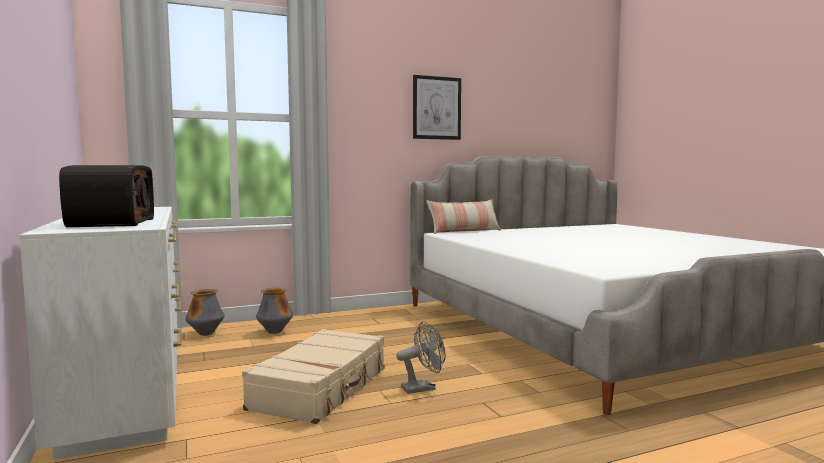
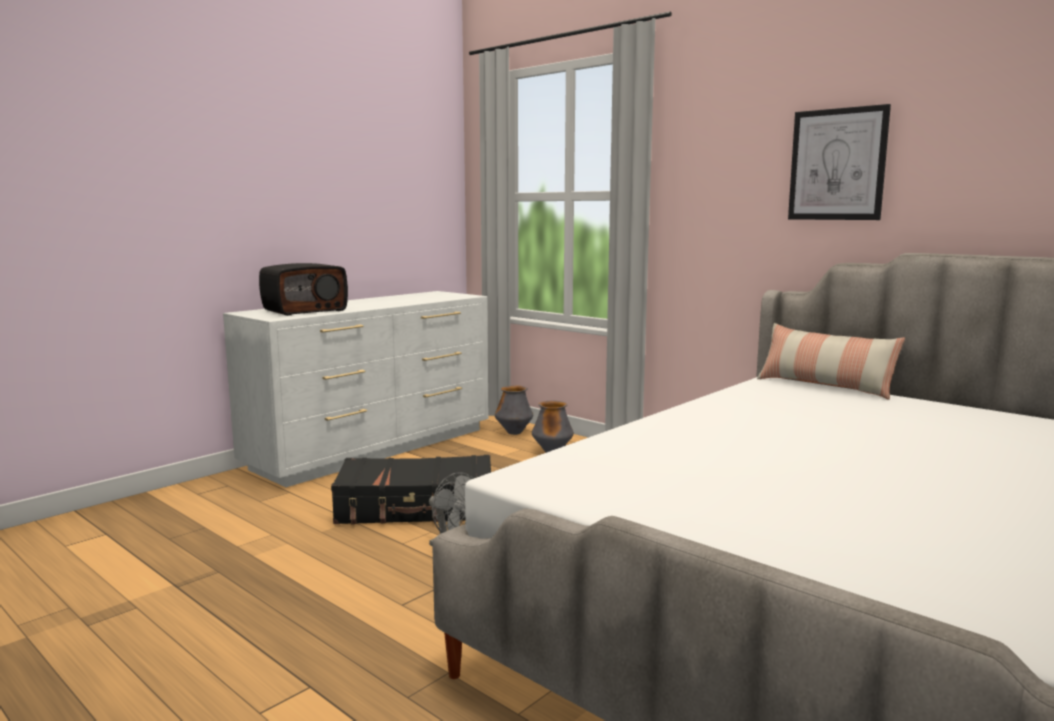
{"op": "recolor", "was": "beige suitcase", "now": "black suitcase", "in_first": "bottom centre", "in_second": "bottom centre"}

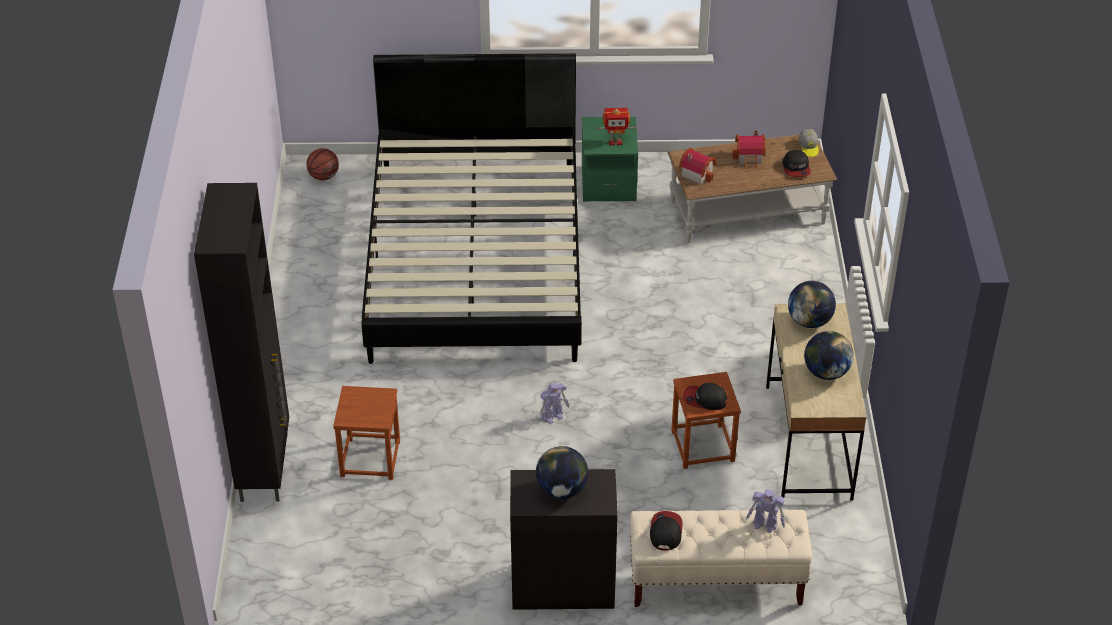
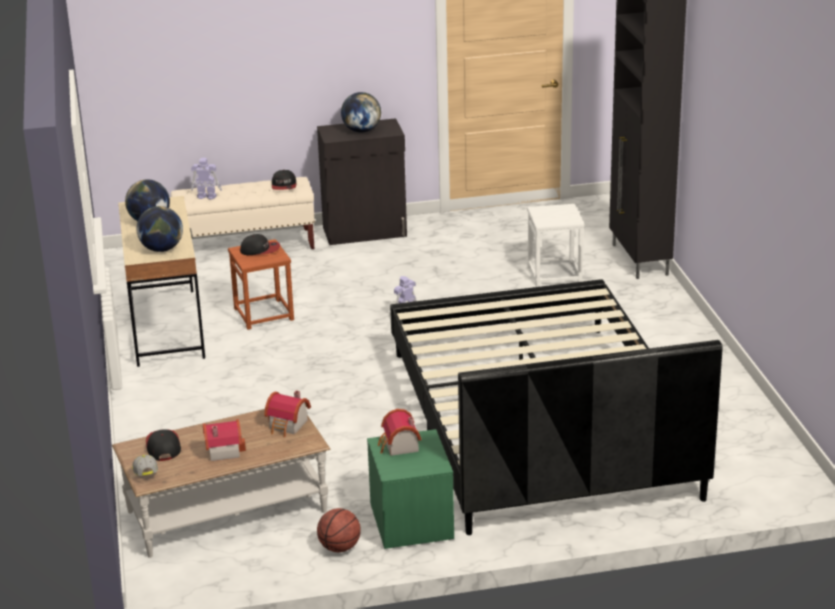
{"op": "replace", "was": "toy robot (2nd from left)", "now": "toy house (3rd from left)", "in_first": "top centre", "in_second": "bottom centre"}
{"op": "move", "was": "basketball", "in_first": "top left", "in_second": "bottom centre"}
{"op": "recolor", "was": "brown stool (1st from left)", "now": "white stool", "in_first": "bottom left", "in_second": "centre"}

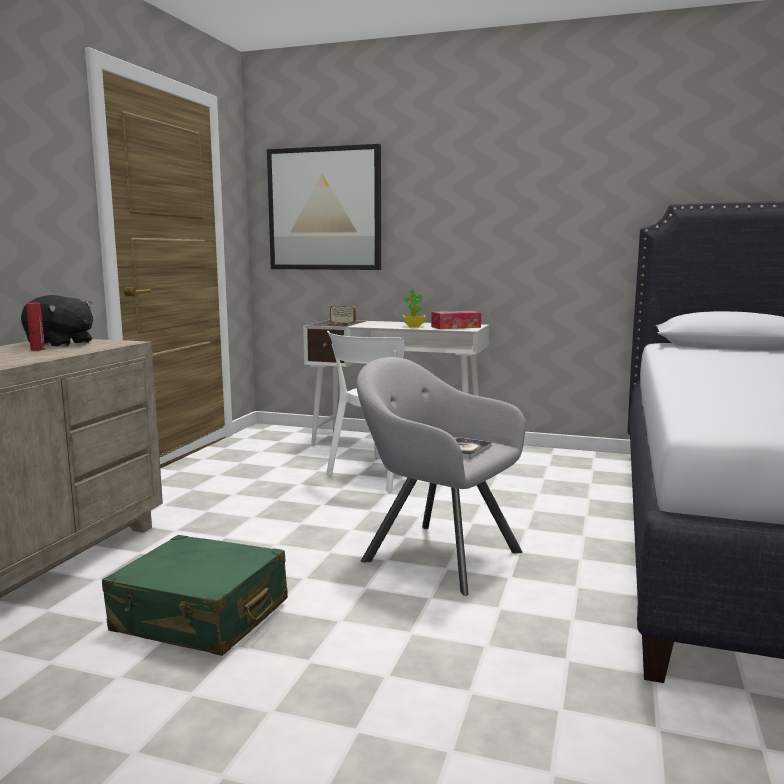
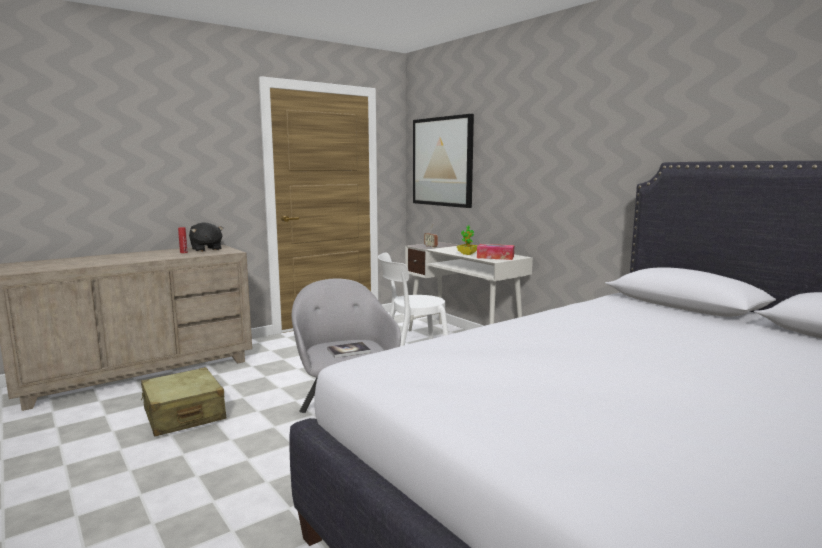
{"op": "recolor", "was": "green suitcase", "now": "beige suitcase", "in_first": "bottom left", "in_second": "bottom left"}

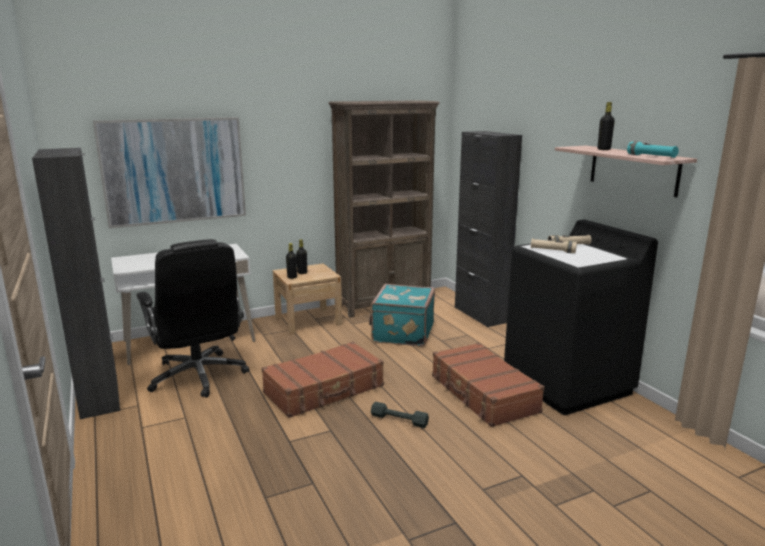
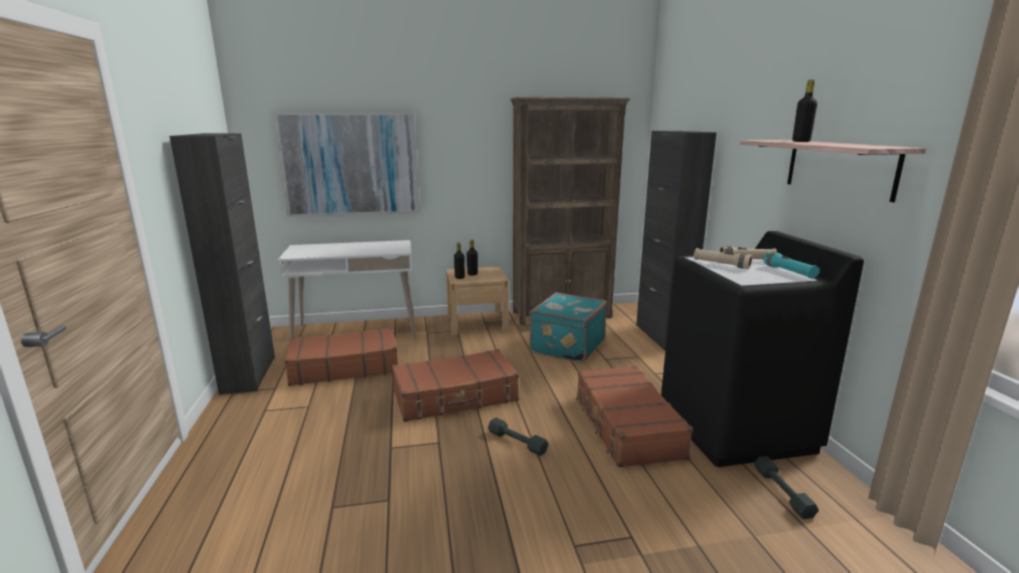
{"op": "move", "was": "turquoise flashlight", "in_first": "top right", "in_second": "middle right"}
{"op": "replace", "was": "black office chair", "now": "brown suitcase (1st from left)", "in_first": "middle left", "in_second": "centre"}
{"op": "insert", "now": "grey dumbbell (2nd from left)", "in_second": "bottom right"}

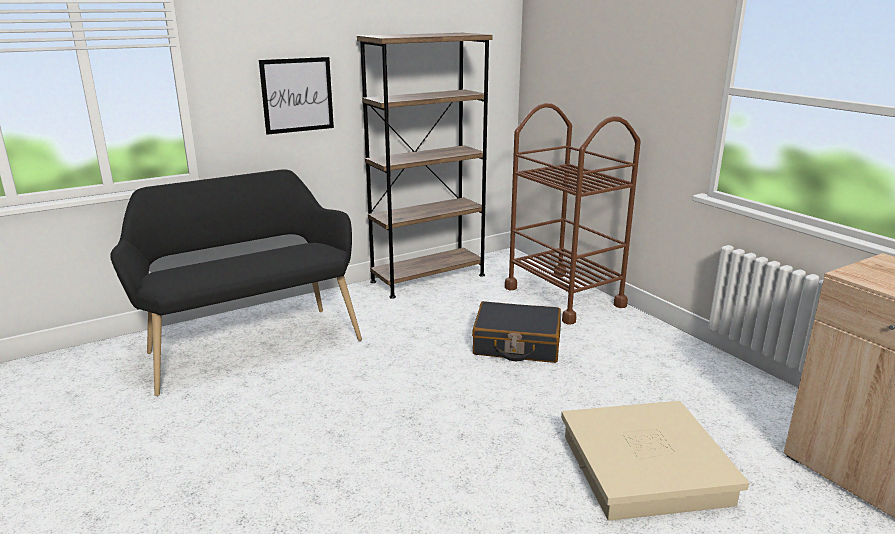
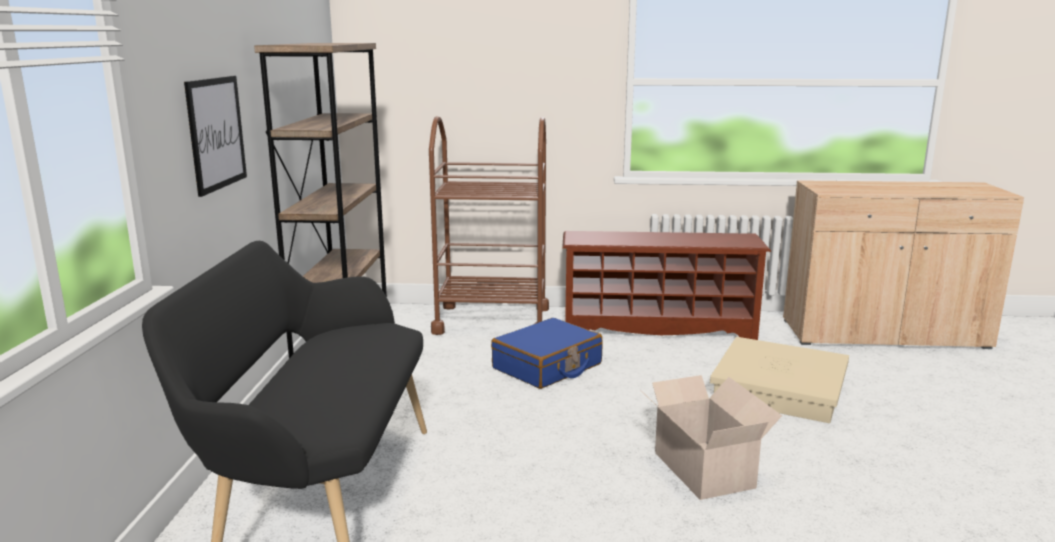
{"op": "recolor", "was": "black suitcase", "now": "blue suitcase", "in_first": "centre", "in_second": "centre"}
{"op": "insert", "now": "brown shoe rack", "in_second": "centre"}
{"op": "insert", "now": "cardboard box", "in_second": "bottom right"}

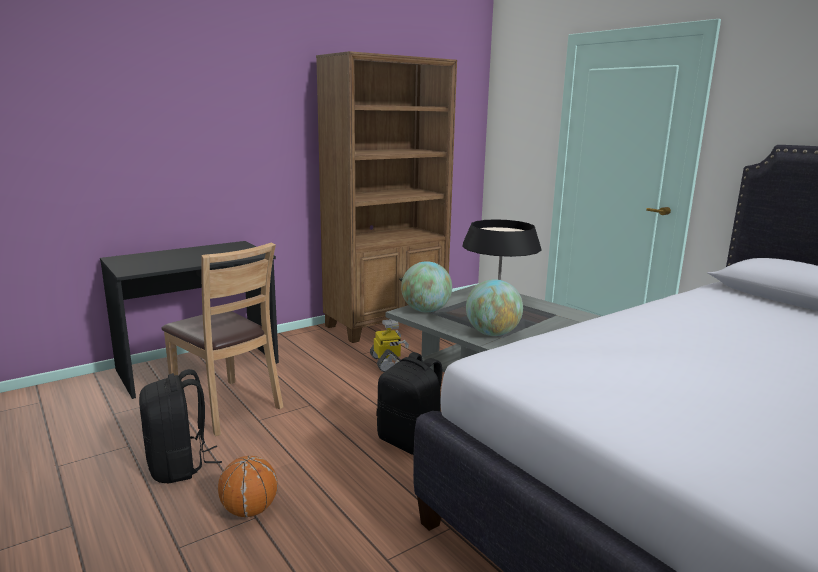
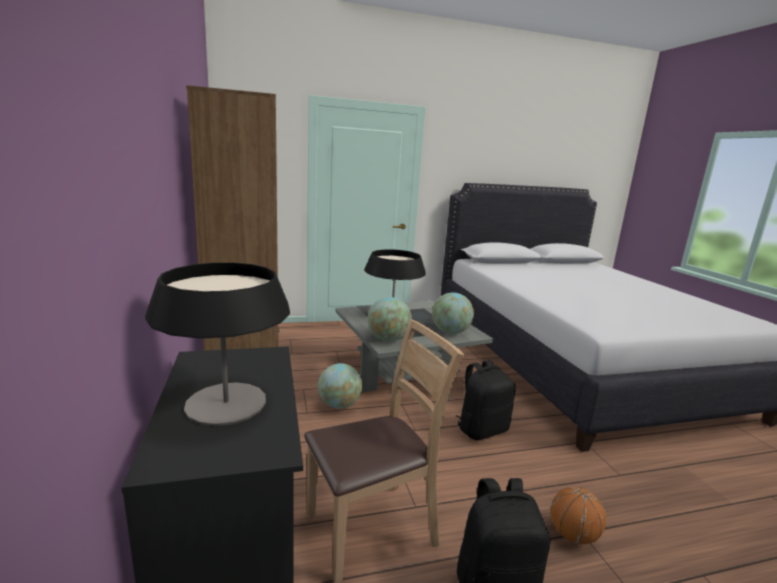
{"op": "replace", "was": "toy robot", "now": "globe (1st from left)", "in_first": "centre", "in_second": "centre"}
{"op": "insert", "now": "table lamp (1st from left)", "in_second": "middle left"}

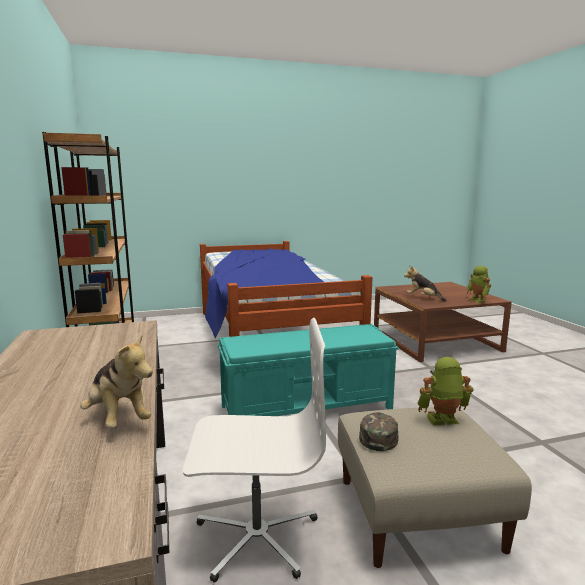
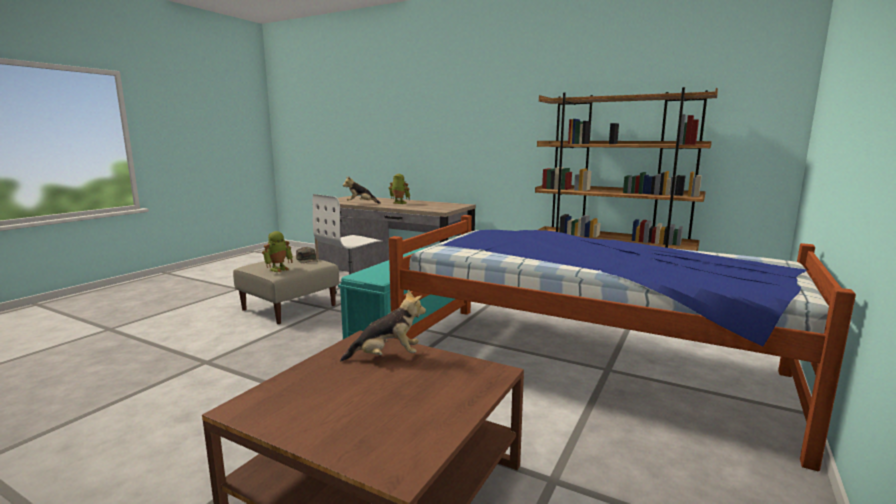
{"op": "move", "was": "toy robot (2nd from left)", "in_first": "middle right", "in_second": "centre"}

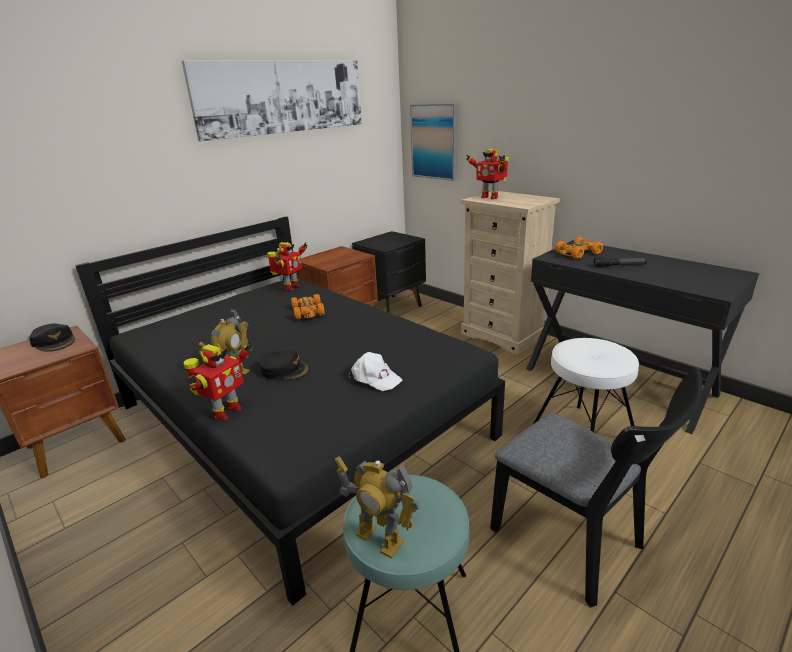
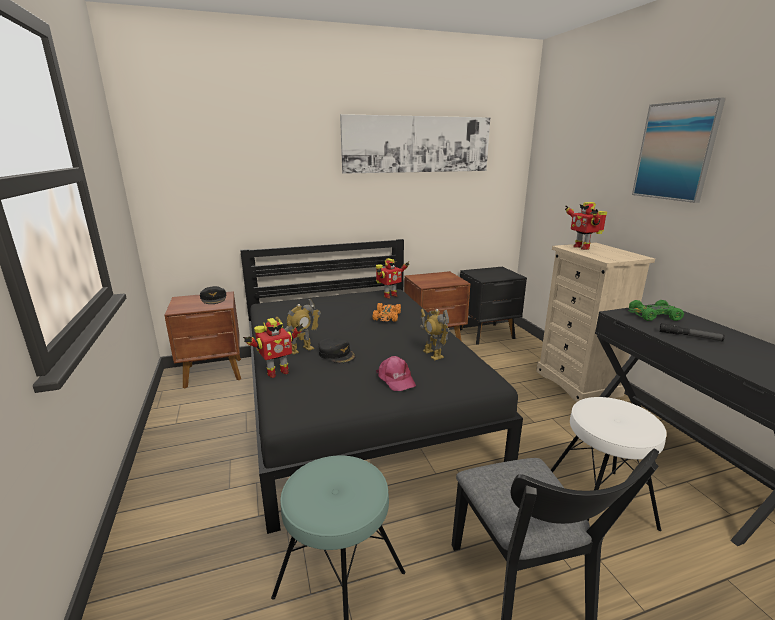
{"op": "move", "was": "picture (2nd from left)", "in_first": "top centre", "in_second": "top right"}
{"op": "recolor", "was": "orange toy car (2nd from left)", "now": "green toy car", "in_first": "middle right", "in_second": "middle right"}
{"op": "recolor", "was": "white cap", "now": "pink cap", "in_first": "centre", "in_second": "centre"}
{"op": "move", "was": "toy robot (4th from left)", "in_first": "bottom centre", "in_second": "centre"}

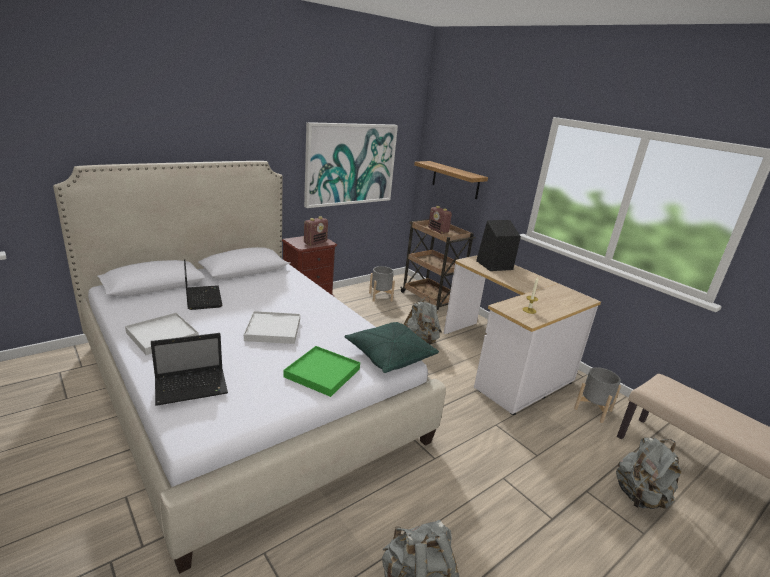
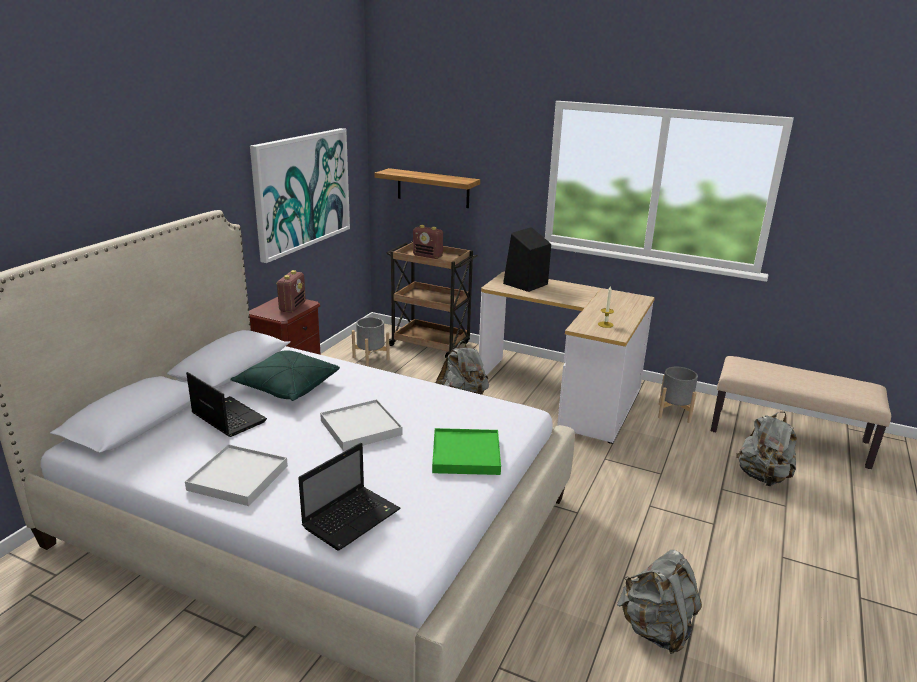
{"op": "move", "was": "green pillow", "in_first": "centre", "in_second": "middle left"}

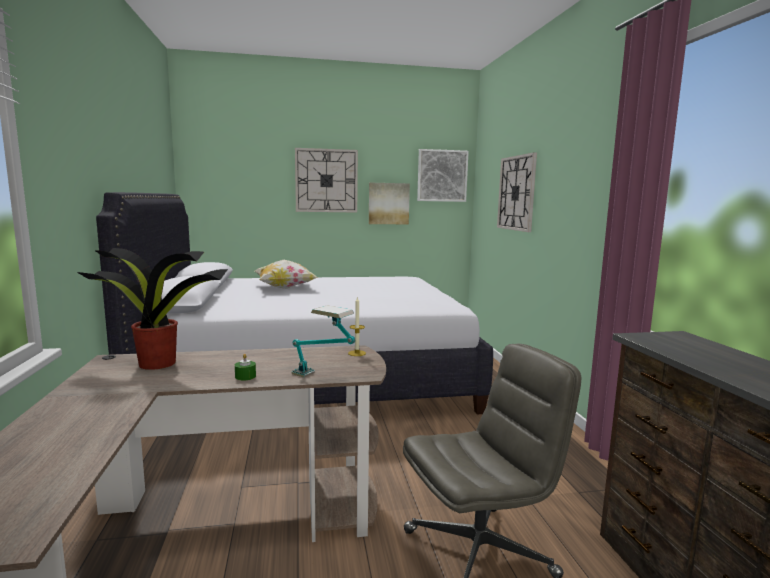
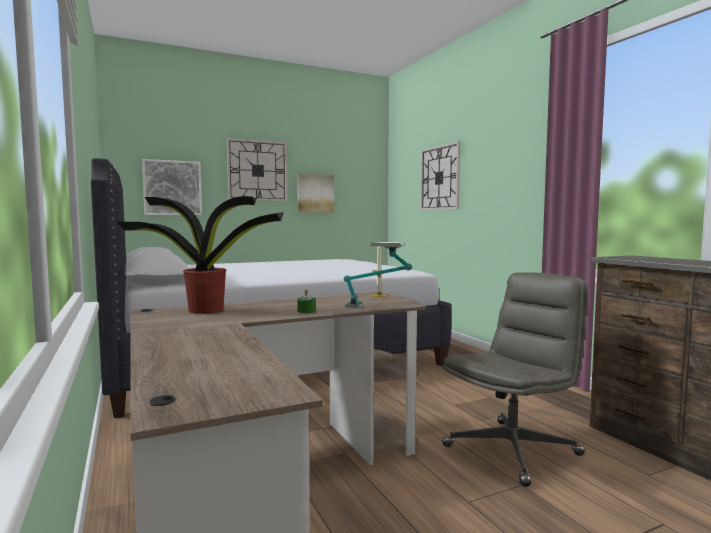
{"op": "move", "was": "picture (2nd from left in the first image)", "now": "picture (1st from left)", "in_first": "top centre", "in_second": "middle left"}
{"op": "delete", "was": "pillow", "in_first": "centre"}

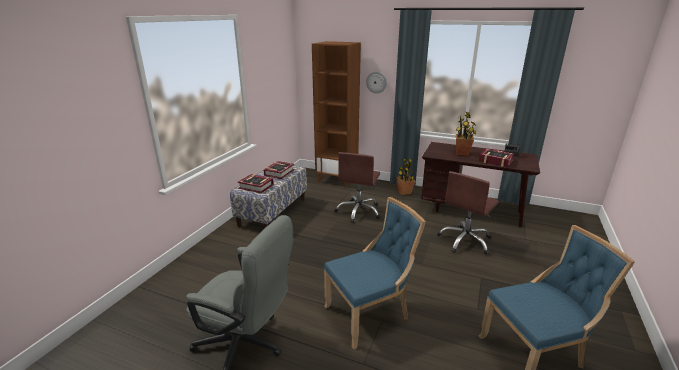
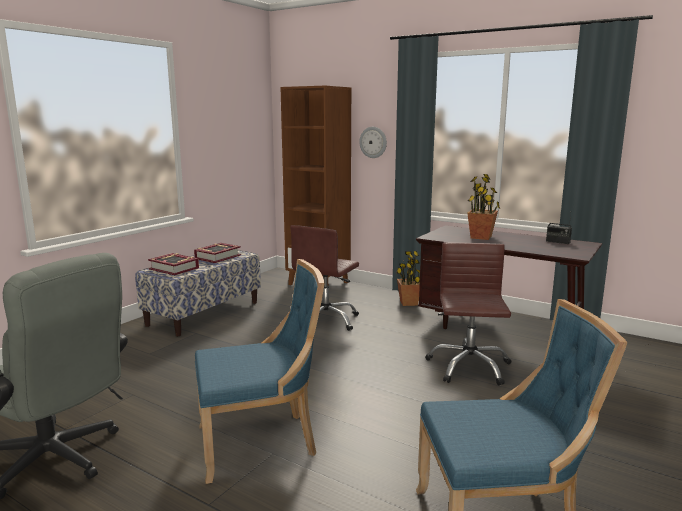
{"op": "delete", "was": "book (3rd from left)", "in_first": "middle right"}
{"op": "rotate", "was": "brown office chair (2nd from left)", "in_first": "middle right", "in_second": "middle right", "clockwise": 135}

